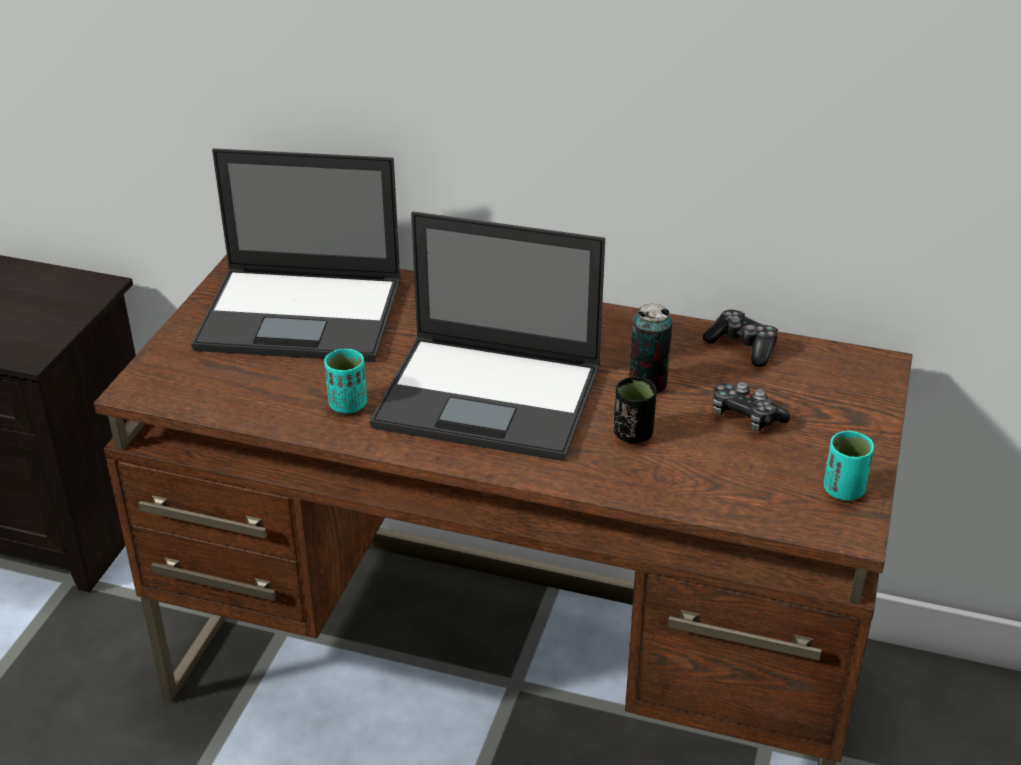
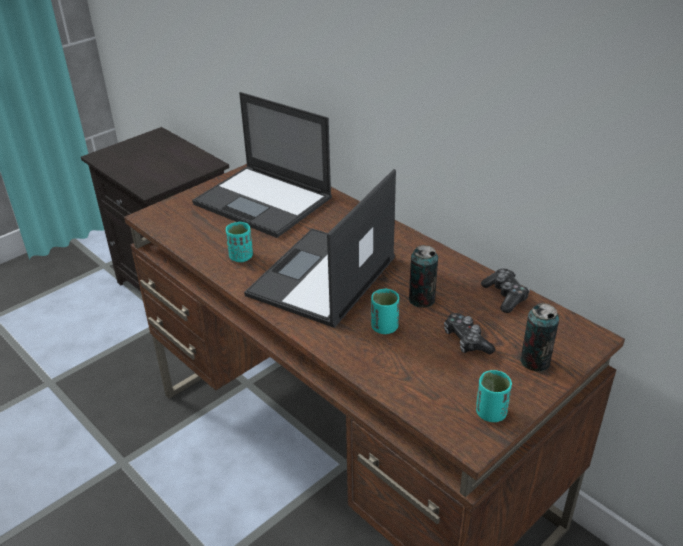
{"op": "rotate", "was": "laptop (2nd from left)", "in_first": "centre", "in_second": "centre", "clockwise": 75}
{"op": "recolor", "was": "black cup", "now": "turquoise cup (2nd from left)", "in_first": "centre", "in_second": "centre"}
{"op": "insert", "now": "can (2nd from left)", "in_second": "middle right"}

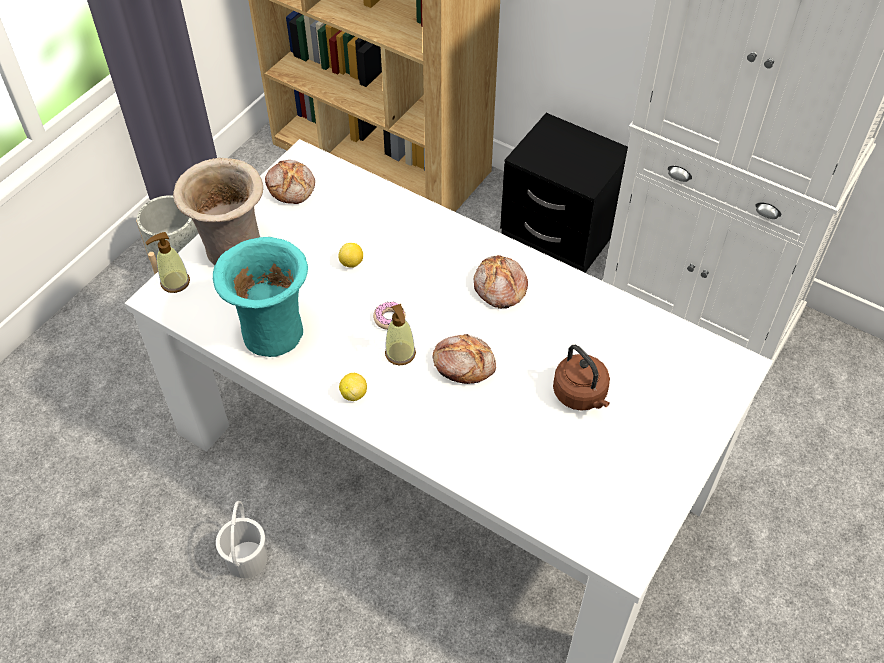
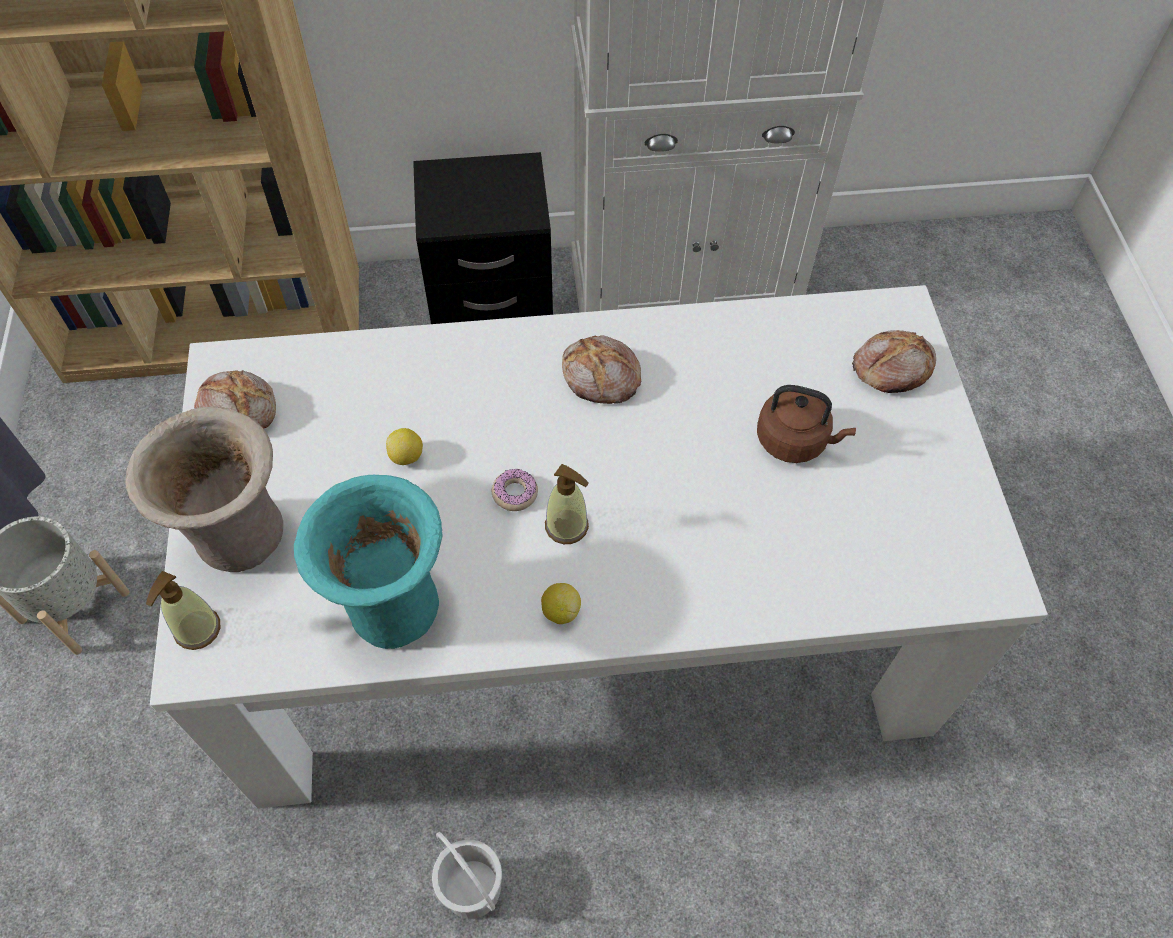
{"op": "move", "was": "bread (2nd from left in the first image)", "now": "bread (3rd from left)", "in_first": "centre", "in_second": "middle right"}

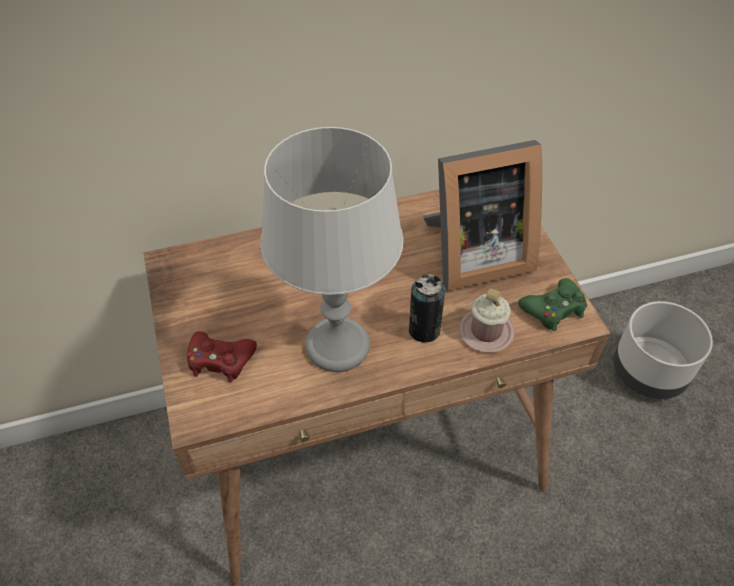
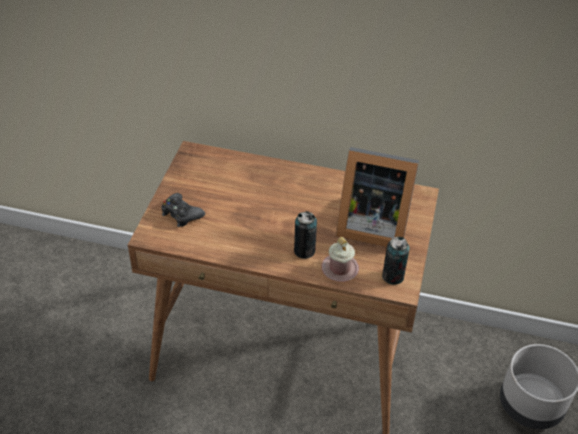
{"op": "delete", "was": "grey table lamp", "in_first": "centre"}
{"op": "replace", "was": "green game controller", "now": "can (2nd from left)", "in_first": "middle right", "in_second": "middle right"}
{"op": "recolor", "was": "red game controller", "now": "black game controller", "in_first": "middle left", "in_second": "middle left"}

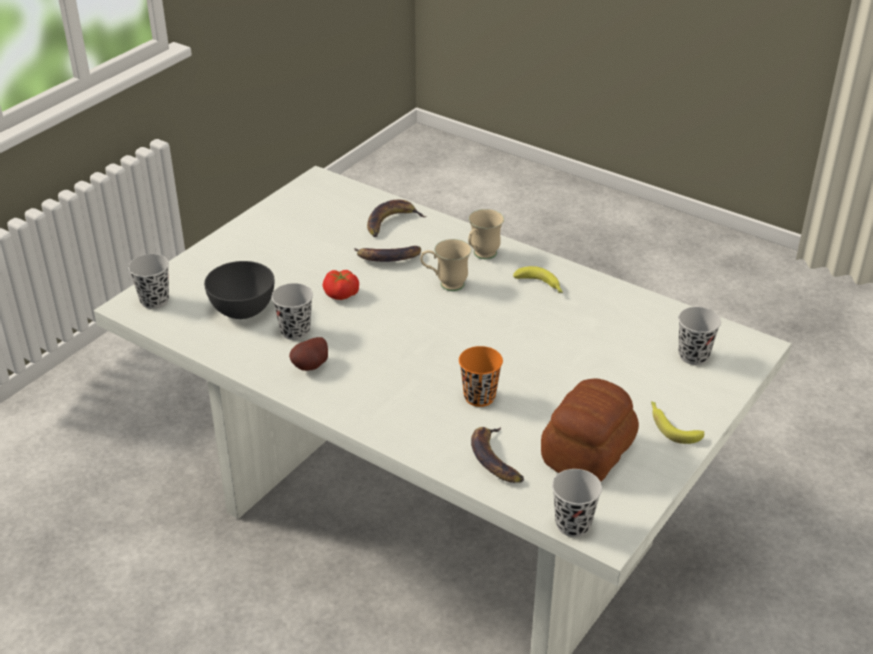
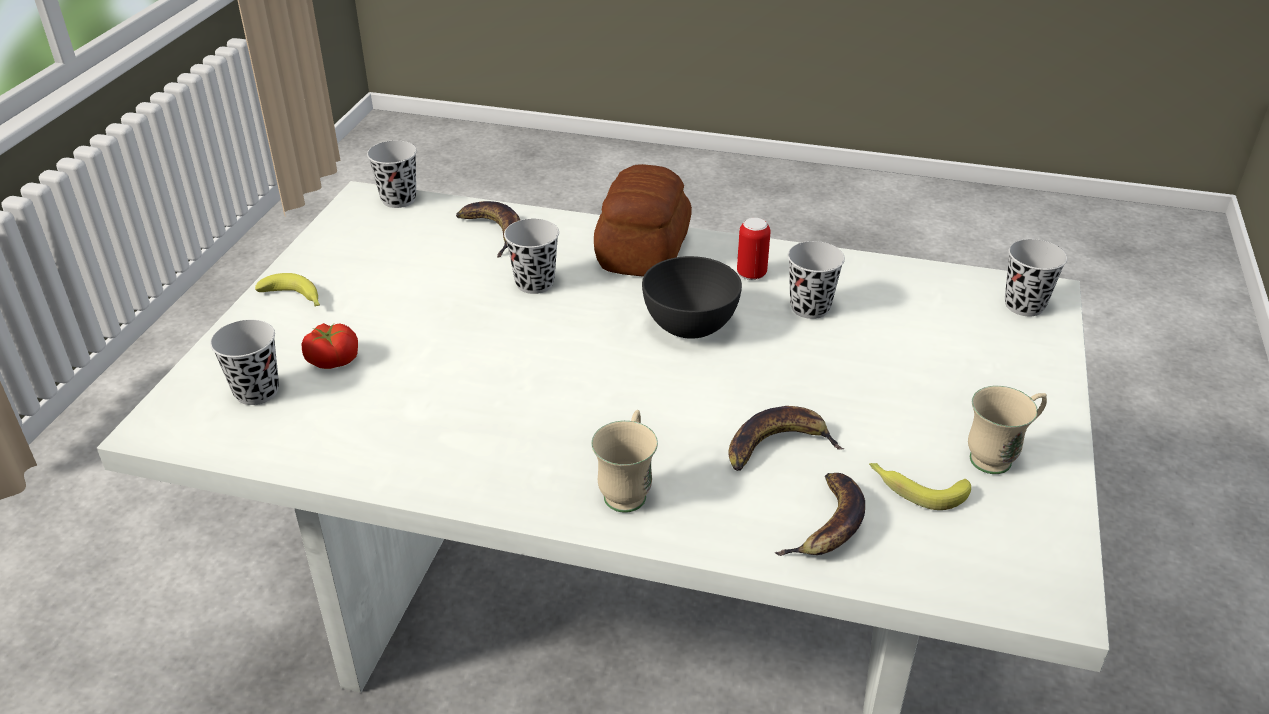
{"op": "move", "was": "beige mug (1st from left in the first image)", "now": "beige mug (2nd from left)", "in_first": "centre", "in_second": "middle right"}
{"op": "move", "was": "grey bowl", "in_first": "middle left", "in_second": "centre"}
{"op": "move", "was": "banana (4th from left in the first image)", "now": "banana (5th from left)", "in_first": "centre", "in_second": "bottom right"}
{"op": "move", "was": "tomato", "in_first": "centre", "in_second": "middle left"}
{"op": "replace", "was": "potato", "now": "can", "in_first": "centre", "in_second": "centre"}
{"op": "recolor", "was": "orange cup", "now": "black cup (3rd from left)", "in_first": "centre", "in_second": "centre"}
{"op": "move", "was": "bread", "in_first": "middle right", "in_second": "top centre"}

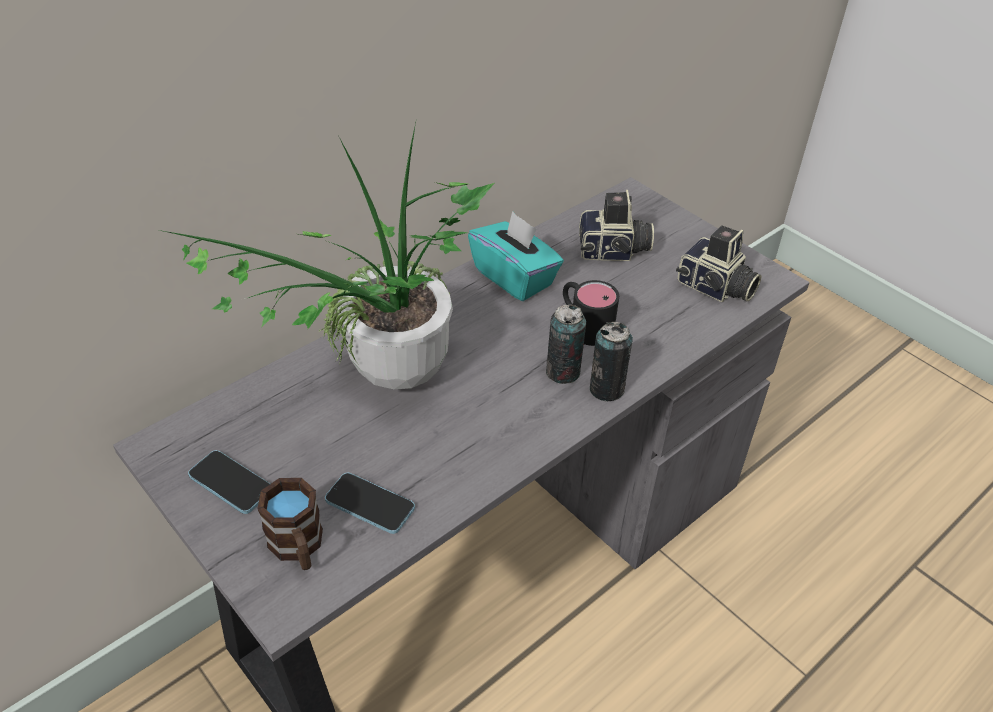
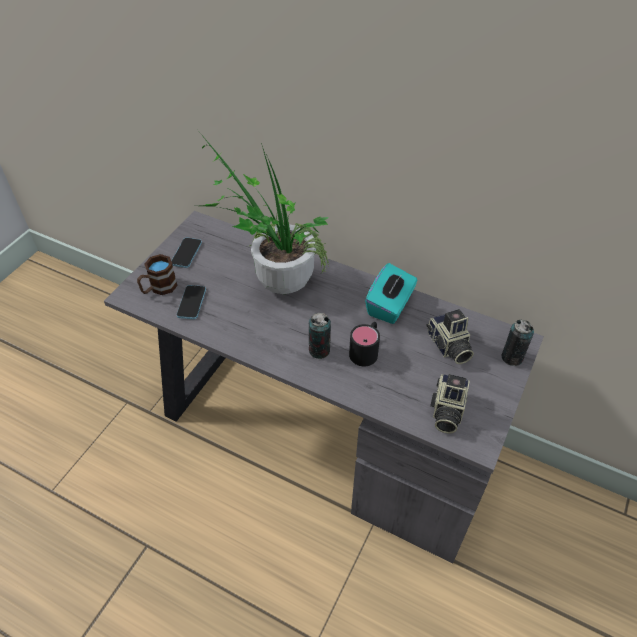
{"op": "move", "was": "can (2nd from left)", "in_first": "centre", "in_second": "middle right"}

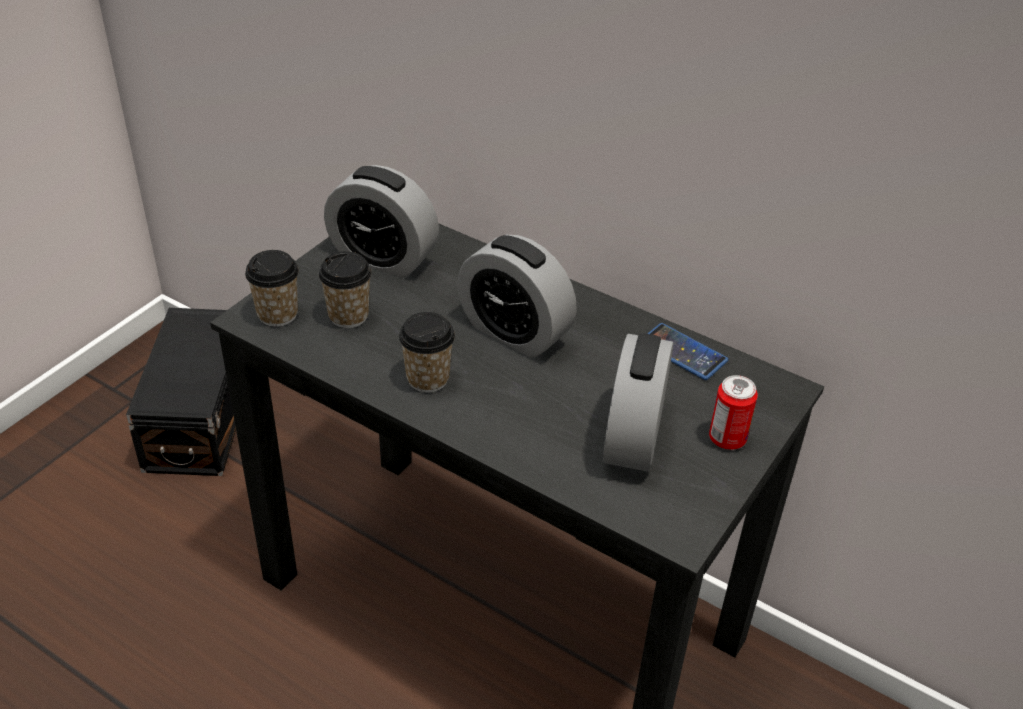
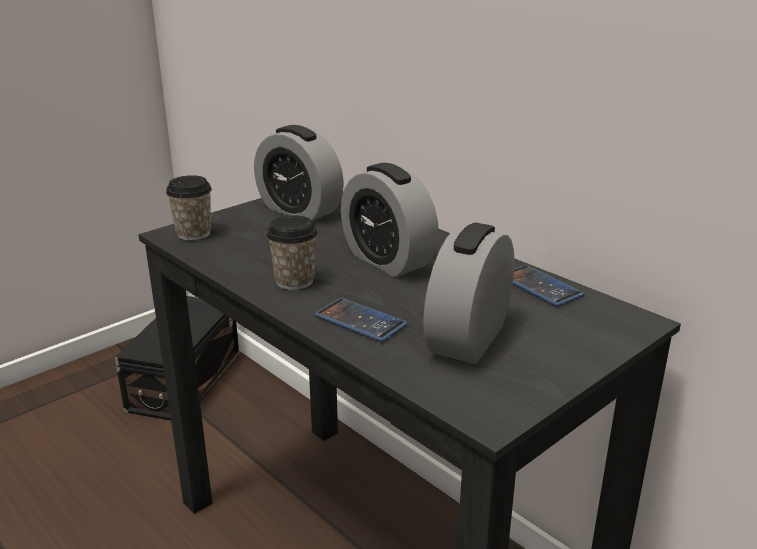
{"op": "delete", "was": "cup (2nd from left)", "in_first": "centre"}
{"op": "delete", "was": "can", "in_first": "middle right"}
{"op": "insert", "now": "phone (1st from left)", "in_second": "centre"}

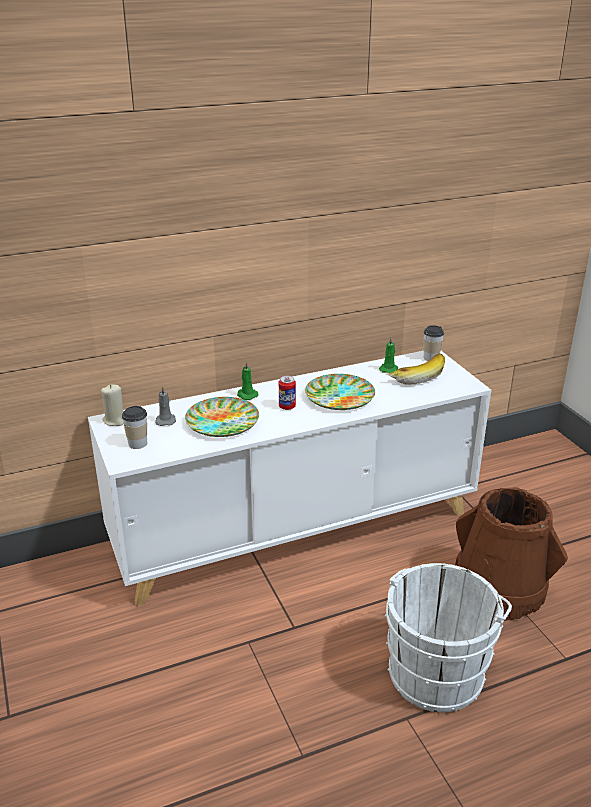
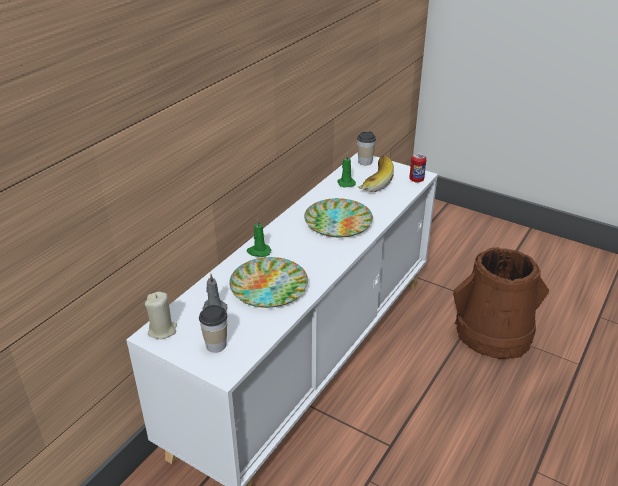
{"op": "move", "was": "can", "in_first": "centre", "in_second": "middle right"}
{"op": "delete", "was": "white bucket", "in_first": "bottom right"}

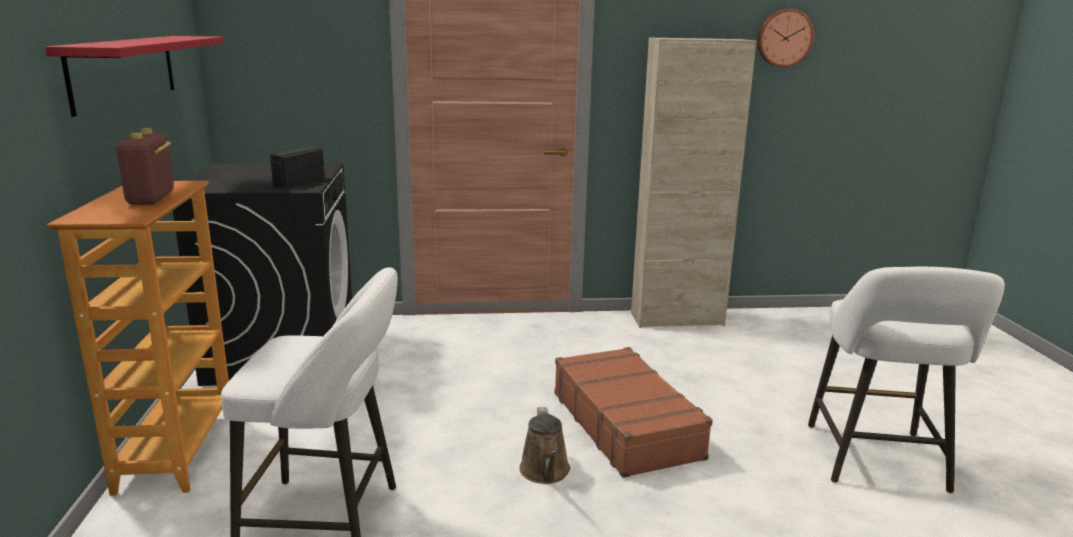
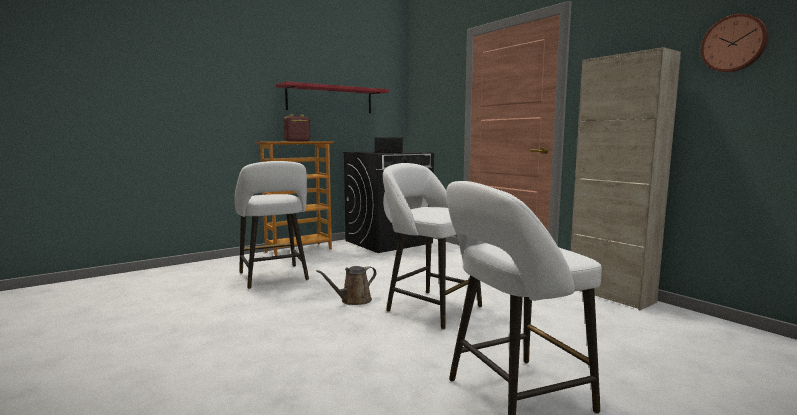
{"op": "replace", "was": "brown suitcase", "now": "white stool (2nd from left)", "in_first": "bottom centre", "in_second": "centre"}

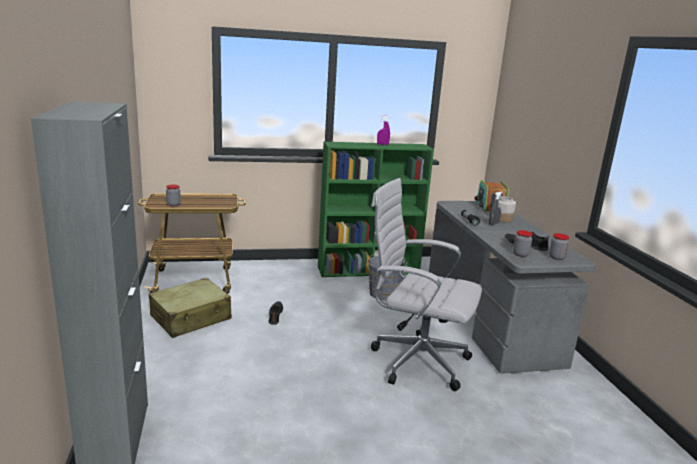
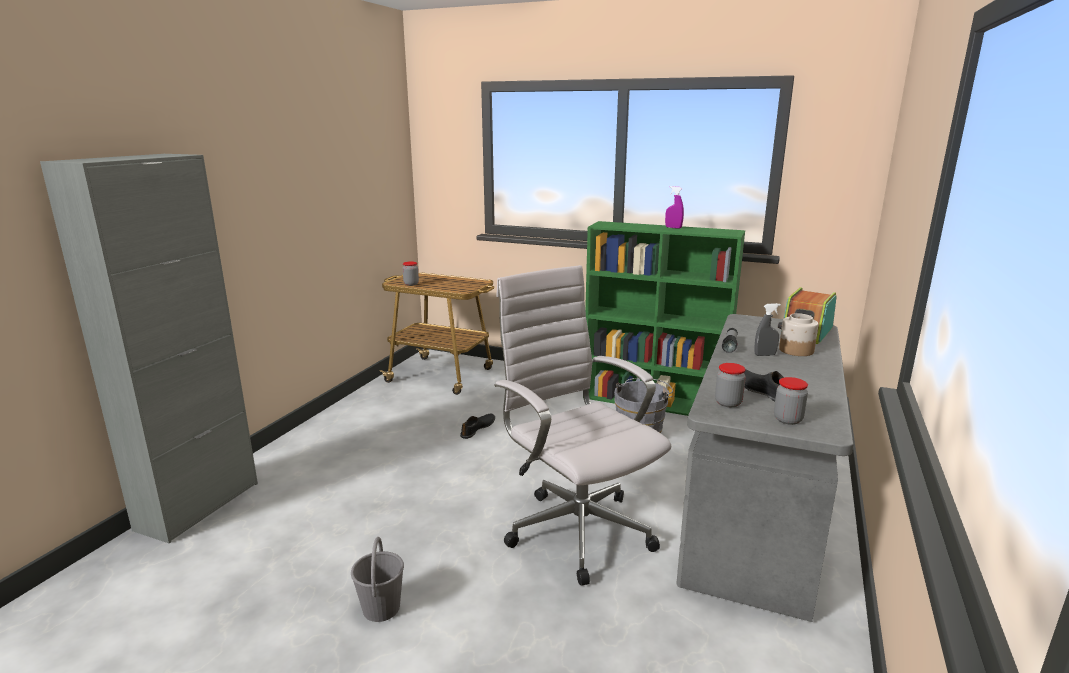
{"op": "delete", "was": "beige suitcase", "in_first": "middle left"}
{"op": "insert", "now": "grey bucket (1st from left)", "in_second": "bottom centre"}

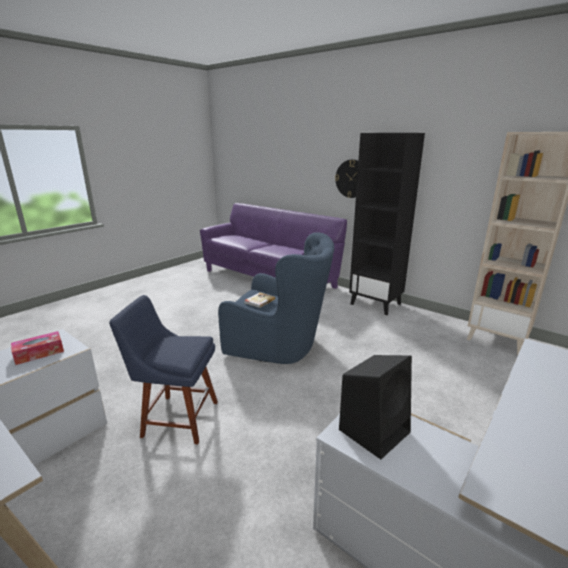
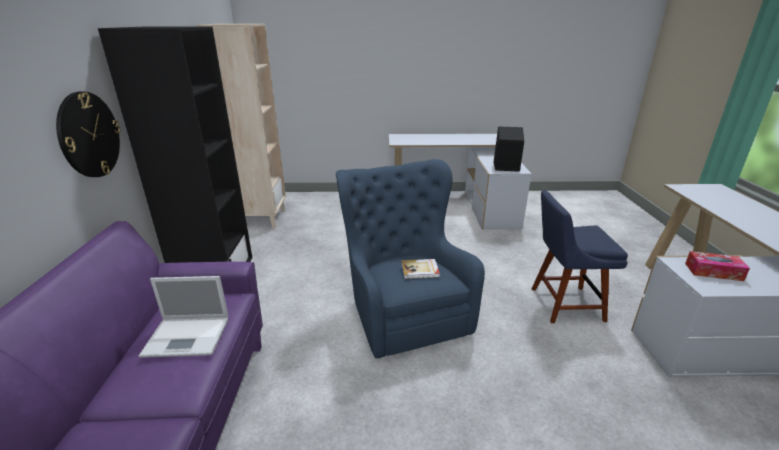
{"op": "rotate", "was": "blue chair", "in_first": "middle left", "in_second": "middle right", "clockwise": 120}
{"op": "insert", "now": "laptop", "in_second": "bottom left"}

